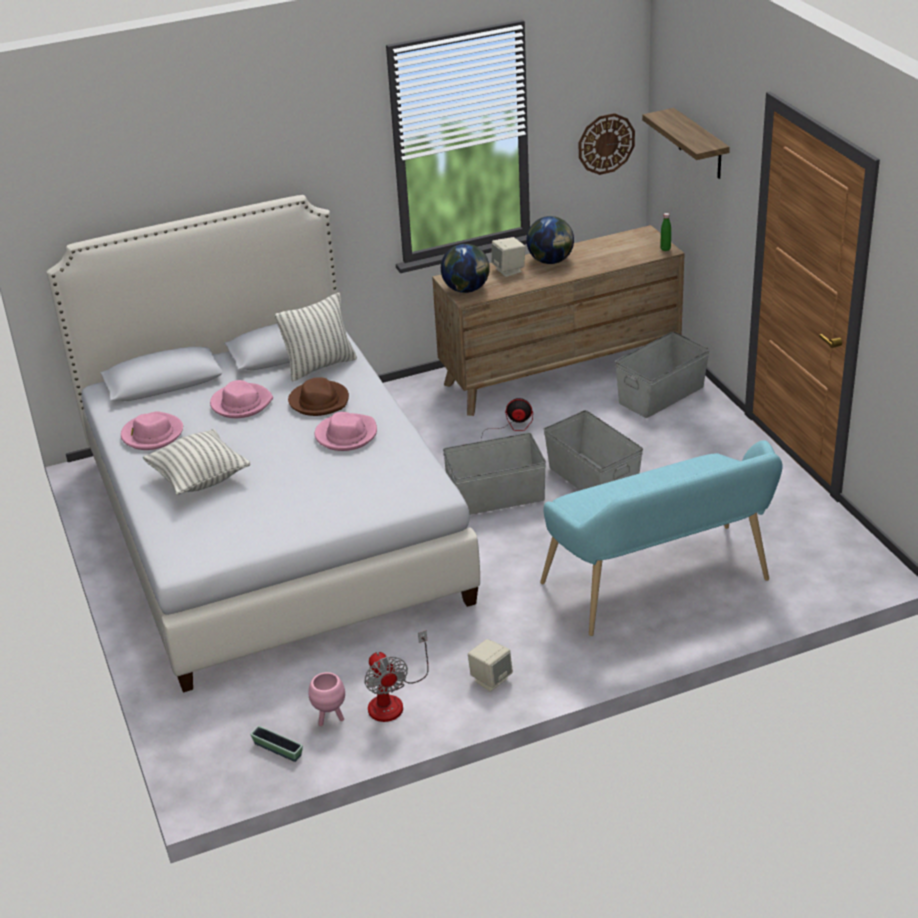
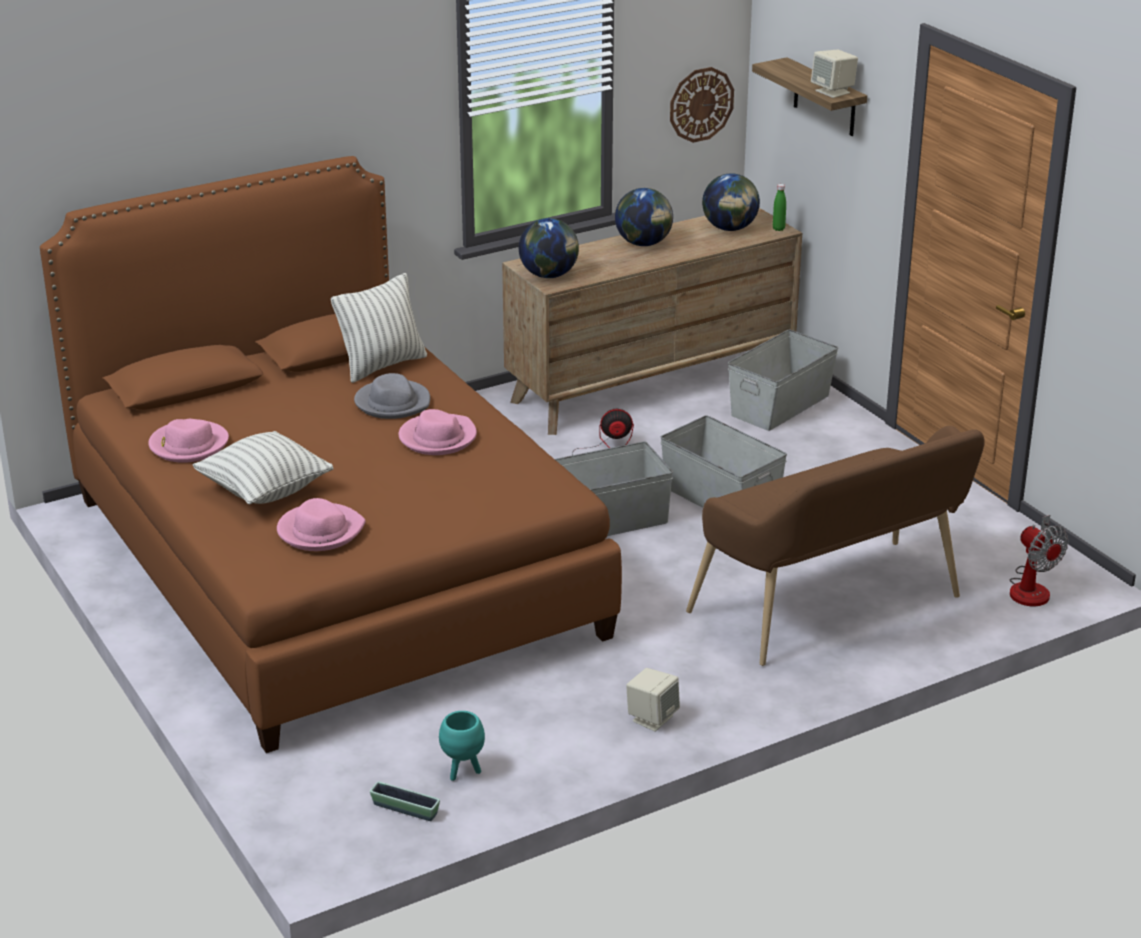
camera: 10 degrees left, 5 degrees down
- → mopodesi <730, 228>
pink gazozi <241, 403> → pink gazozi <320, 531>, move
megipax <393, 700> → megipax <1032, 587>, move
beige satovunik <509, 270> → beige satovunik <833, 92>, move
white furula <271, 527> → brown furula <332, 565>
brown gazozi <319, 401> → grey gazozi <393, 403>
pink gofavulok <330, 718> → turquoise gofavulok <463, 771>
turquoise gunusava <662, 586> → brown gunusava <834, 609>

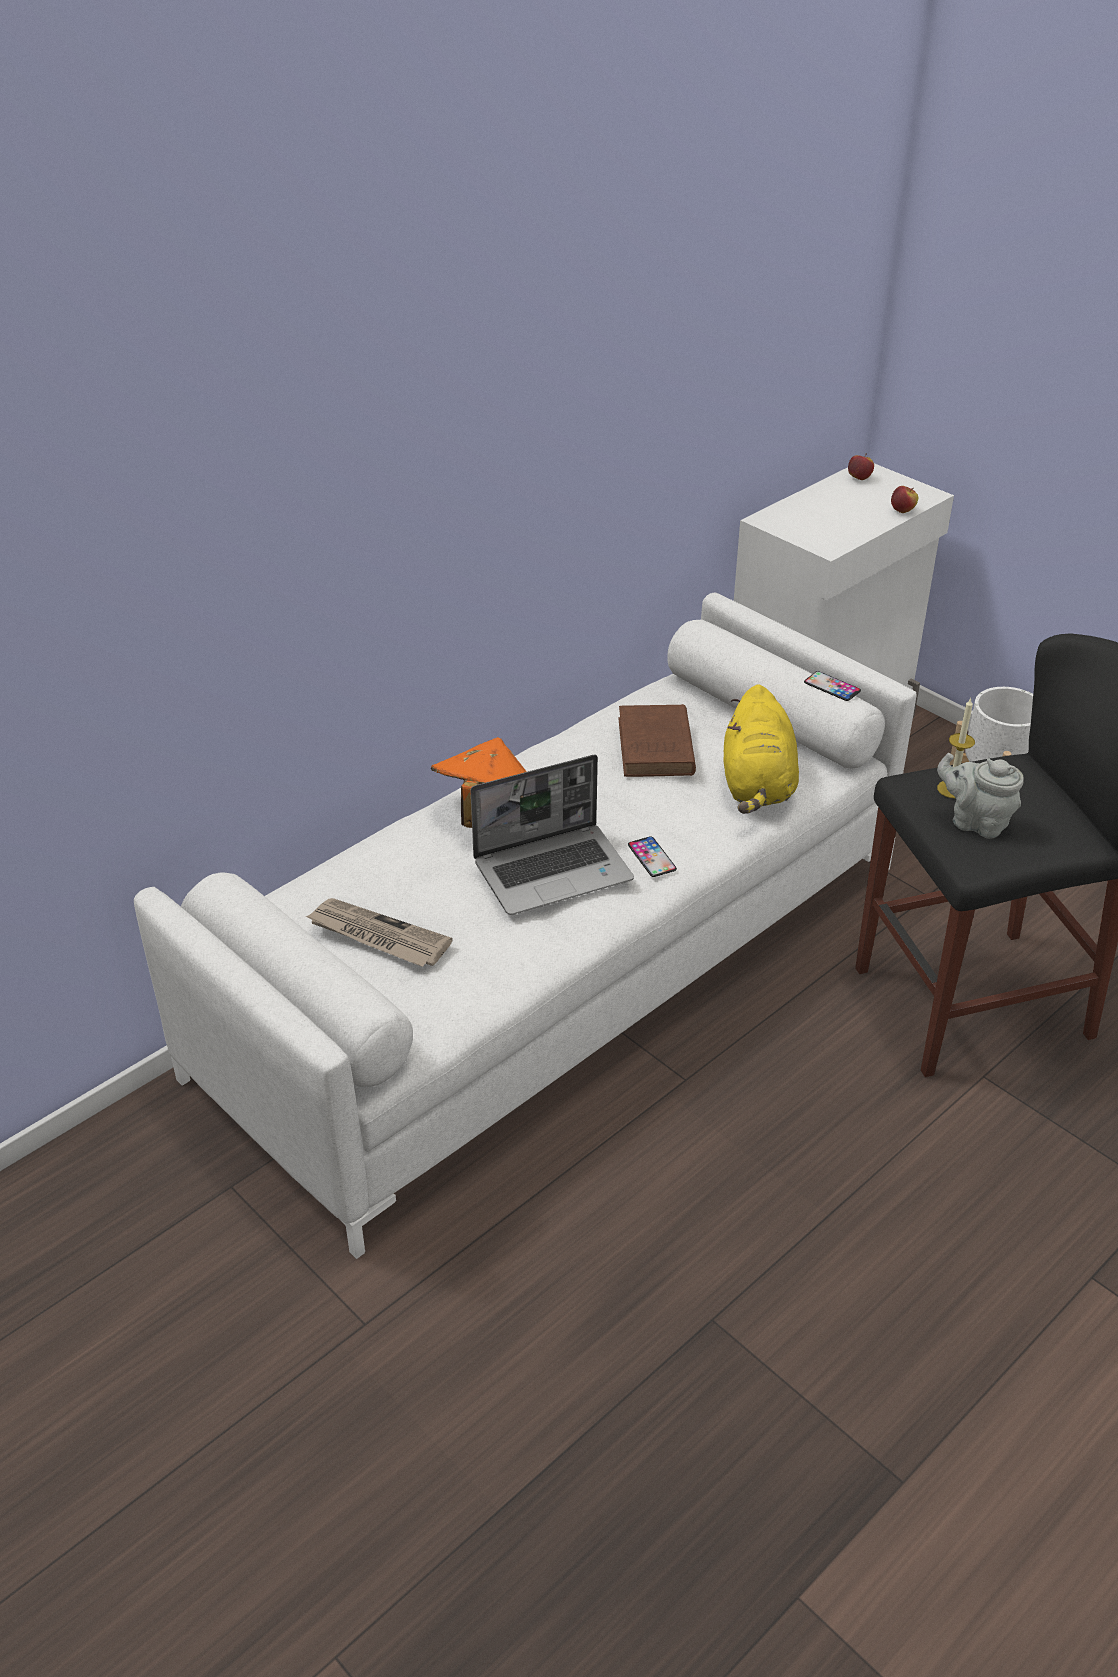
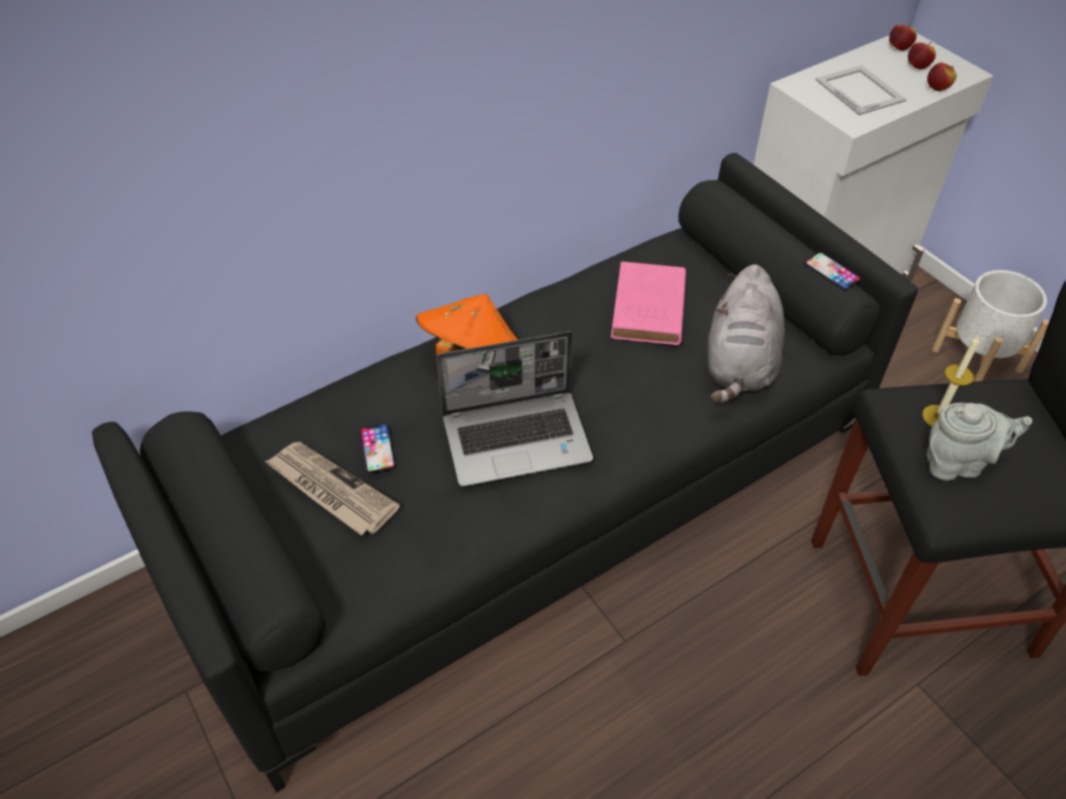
camera: 10 degrees right, 10 degrees up
- → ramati <860, 89>
- → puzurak <917, 67>
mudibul <651, 857> → mudibul <377, 448>, move
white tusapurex <559, 967> → black tusapurex <533, 499>
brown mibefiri <656, 748> → pink mibefiri <648, 310>
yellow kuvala <757, 786> → grey kuvala <740, 364>
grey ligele <975, 822> → grey ligele <957, 463>, 135 degrees clockwise

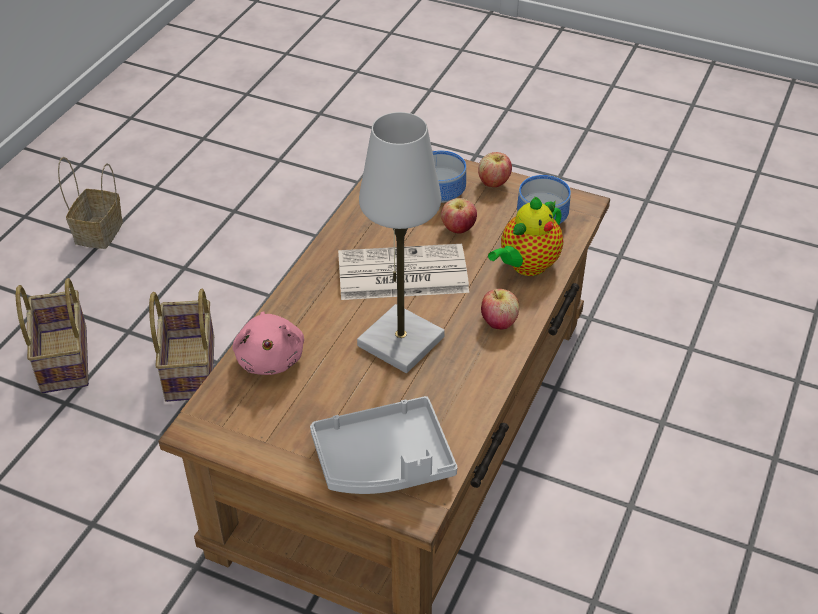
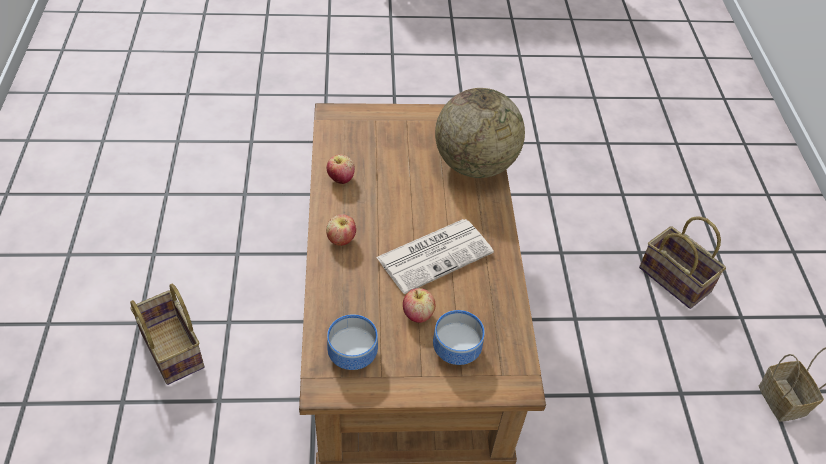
camera: 150 degrees right, 5 degrees up
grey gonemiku <384, 461> → -
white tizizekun <401, 342> → -
ligele <526, 266> → -
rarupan <188, 367> → rarupan <174, 350>, move
puzurak <494, 183> → puzurak <341, 179>, move
pink kuvala <270, 358> → mopodesi <475, 165>

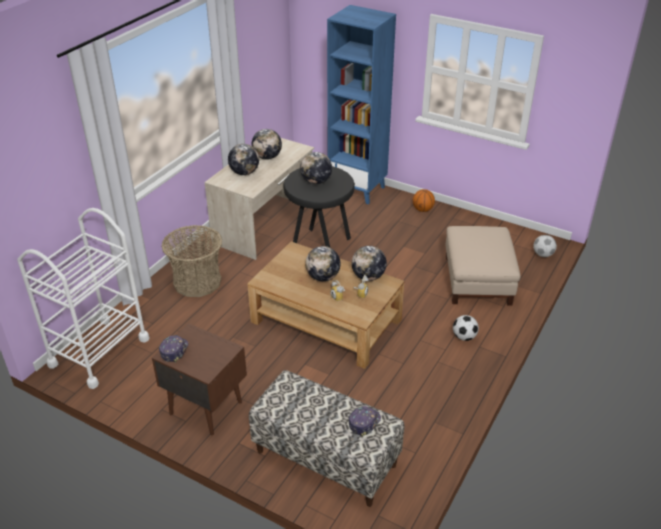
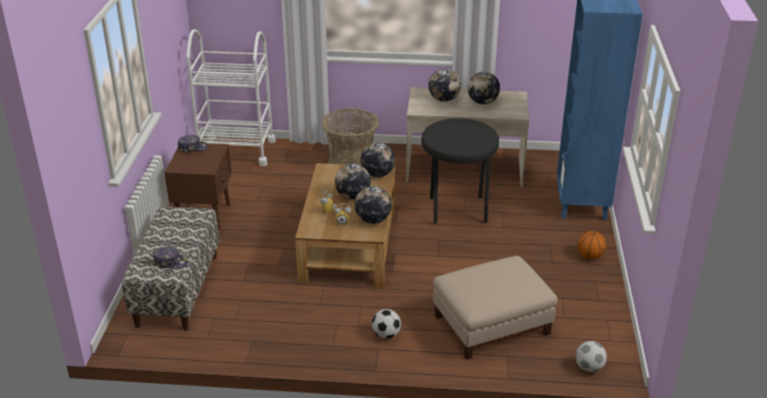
camera: 65 degrees right, 5 degrees down
mopodesi <316, 181> → mopodesi <377, 174>, move

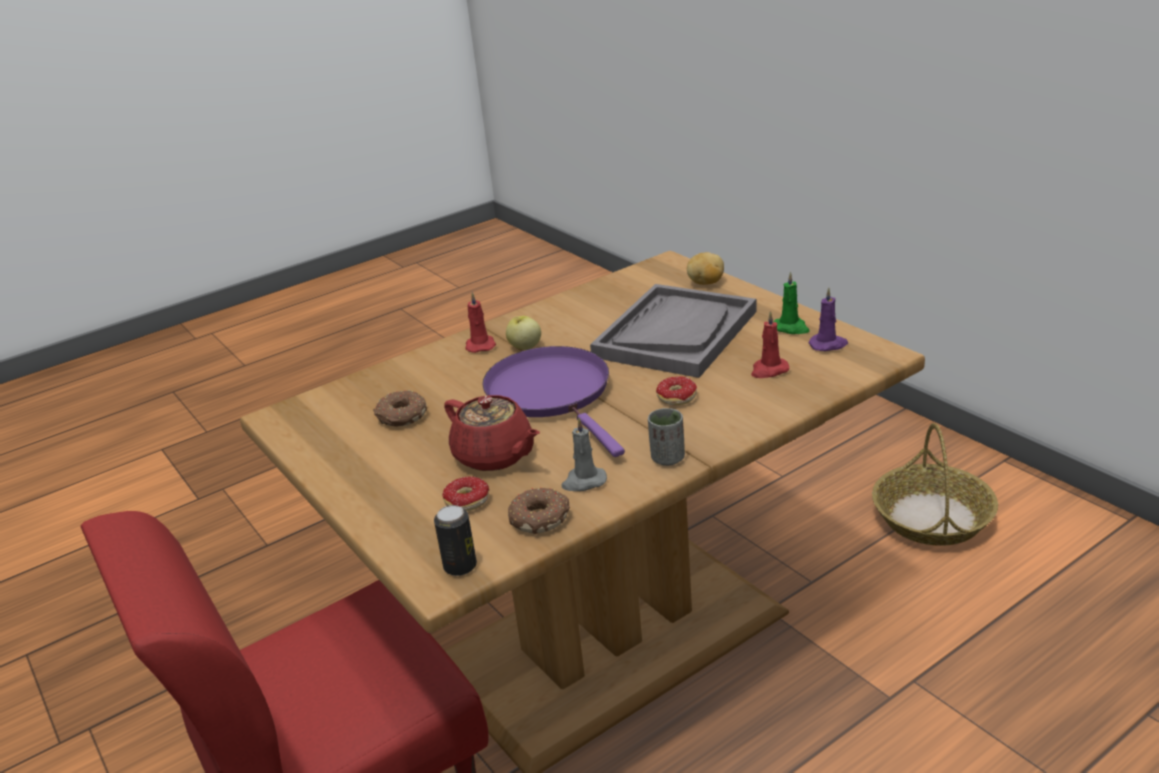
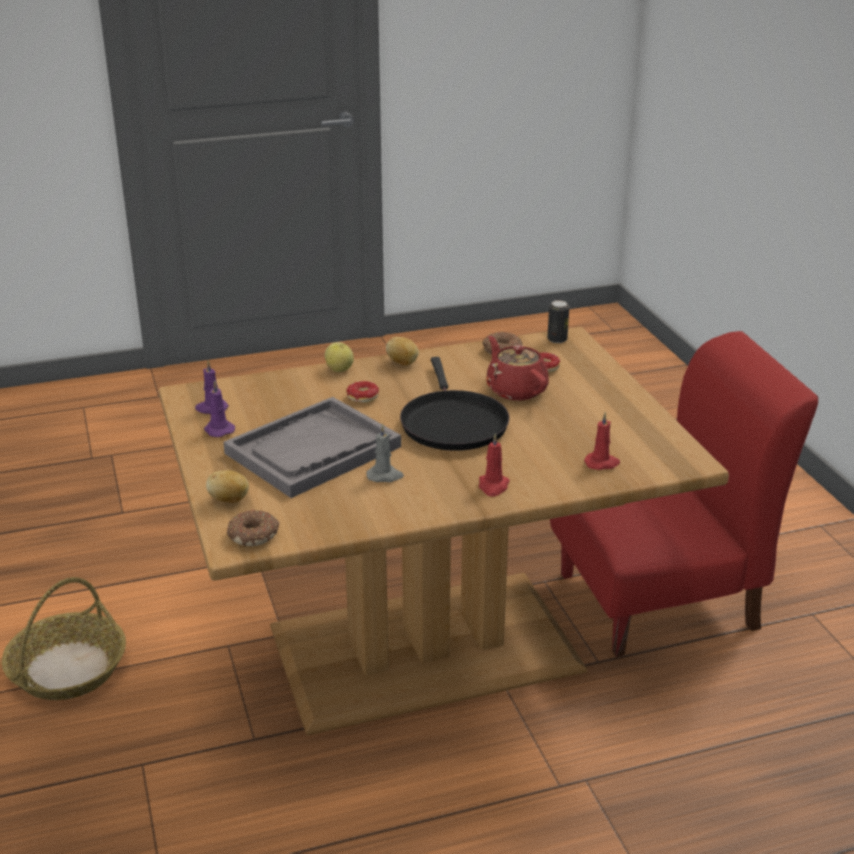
camera: 165 degrees left, 0 degrees up
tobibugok <401, 417> → tobibugok <254, 534>, move
puzurak <525, 347> → puzurak <339, 369>, move
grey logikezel <583, 481> → grey logikezel <385, 476>, move
red logikezel <769, 370> → red logikezel <602, 463>, move
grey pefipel <667, 458> → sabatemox <402, 363>
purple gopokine <552, 394> → black gopokine <452, 423>
green logikezel <791, 328> → purple logikezel <218, 430>

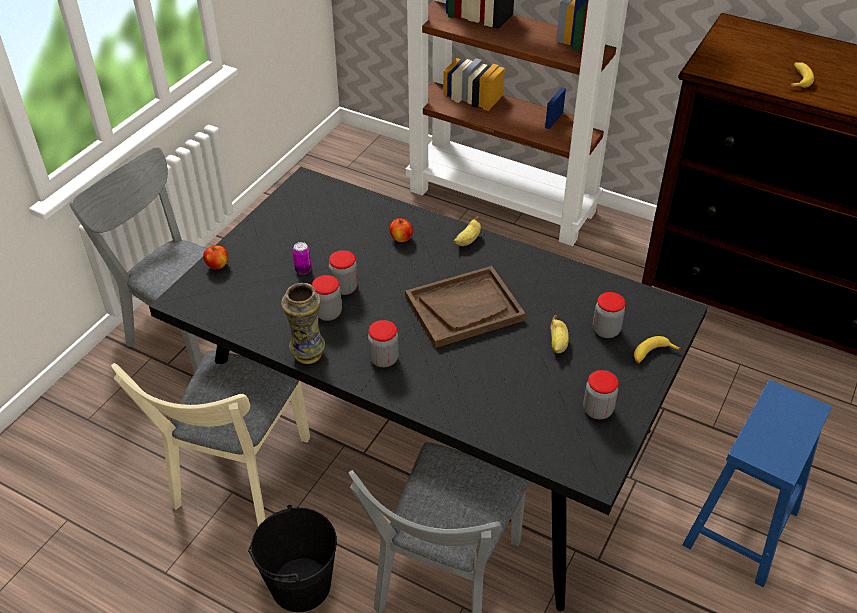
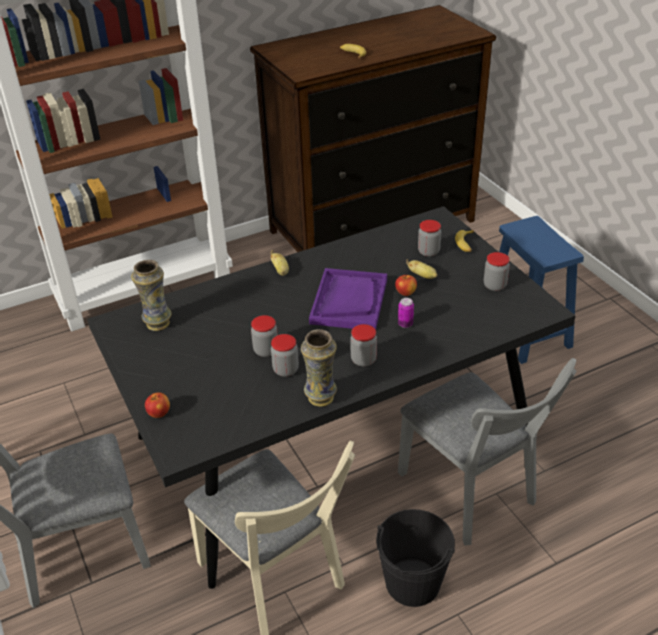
camera: 55 degrees left, 5 degrees down
- → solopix <157, 323>
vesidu <303, 270> → vesidu <405, 324>, move
puzurak <401, 238> → puzurak <406, 293>, move
brown gonemiku <464, 308> → purple gonemiku <349, 301>

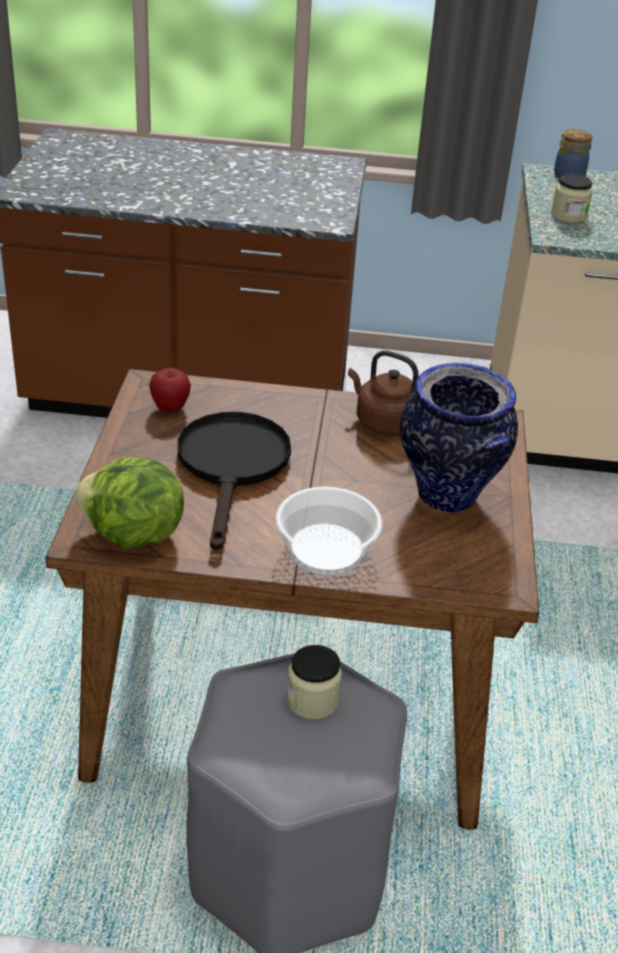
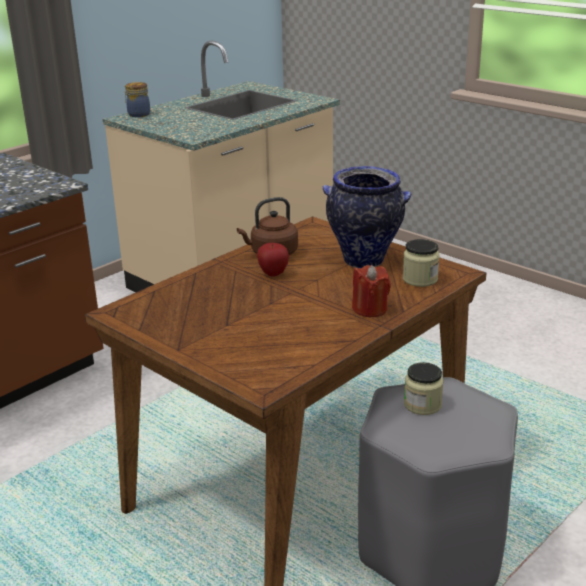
camera: 50 degrees left, 10 degrees down
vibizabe <132, 536> → -
black gopokine <233, 467> → -
puzurak <170, 408> → puzurak <273, 274>, move
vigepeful <568, 216> → vigepeful <420, 279>, move
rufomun <325, 549> → red logikezel <370, 309>

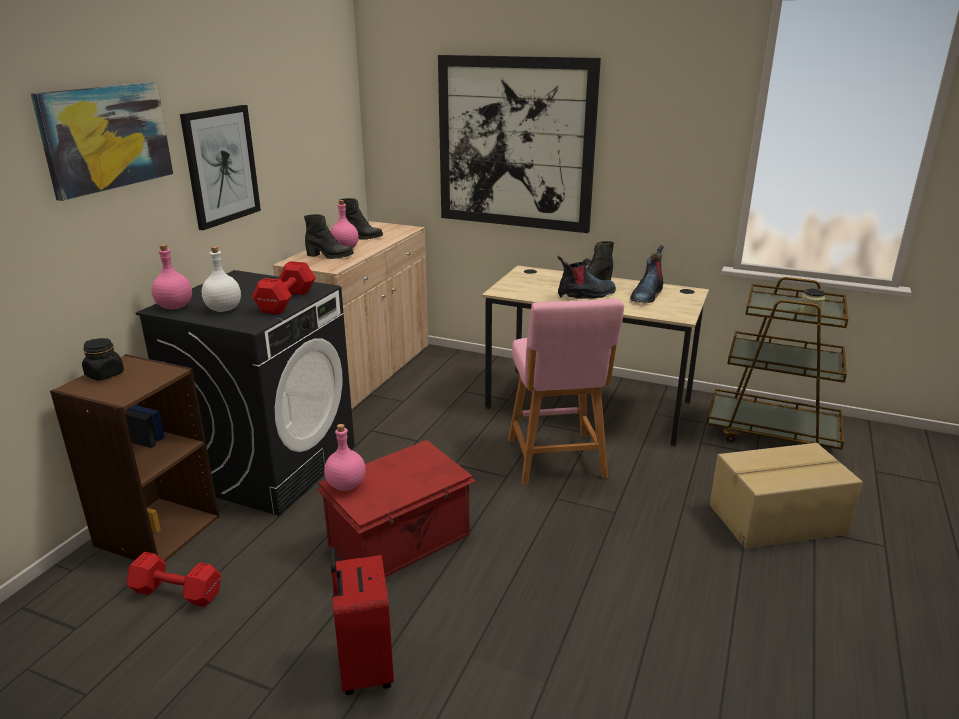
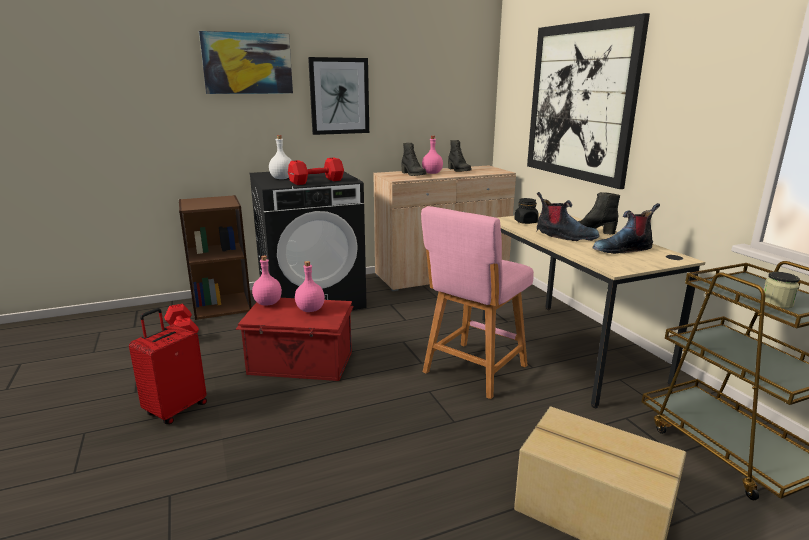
camera: 45 degrees right, 5 degrees down
black vigepeful <105, 374> → black vigepeful <526, 222>, move
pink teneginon <174, 307> → pink teneginon <309, 310>, move

